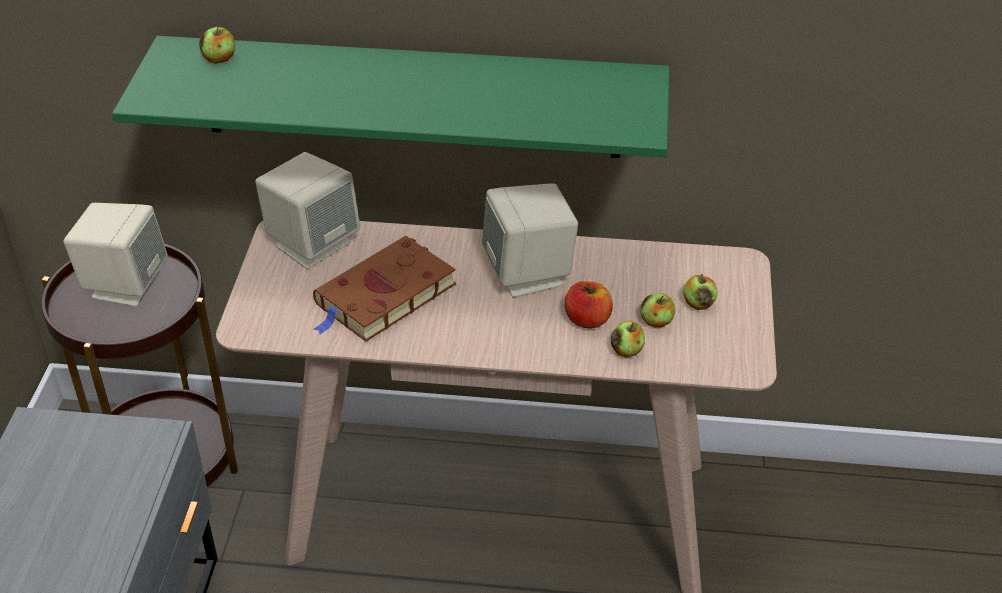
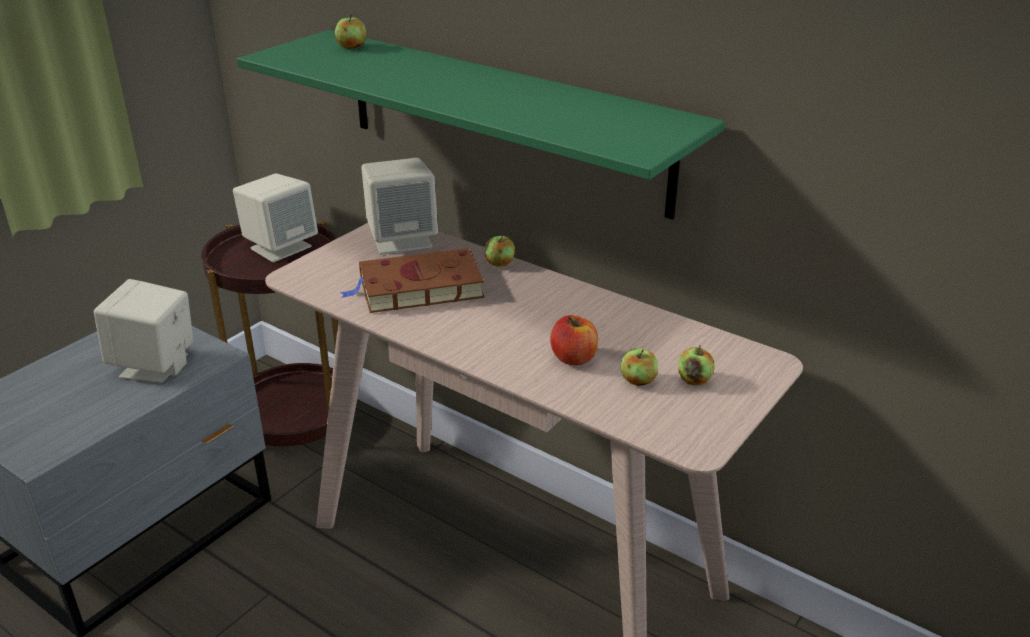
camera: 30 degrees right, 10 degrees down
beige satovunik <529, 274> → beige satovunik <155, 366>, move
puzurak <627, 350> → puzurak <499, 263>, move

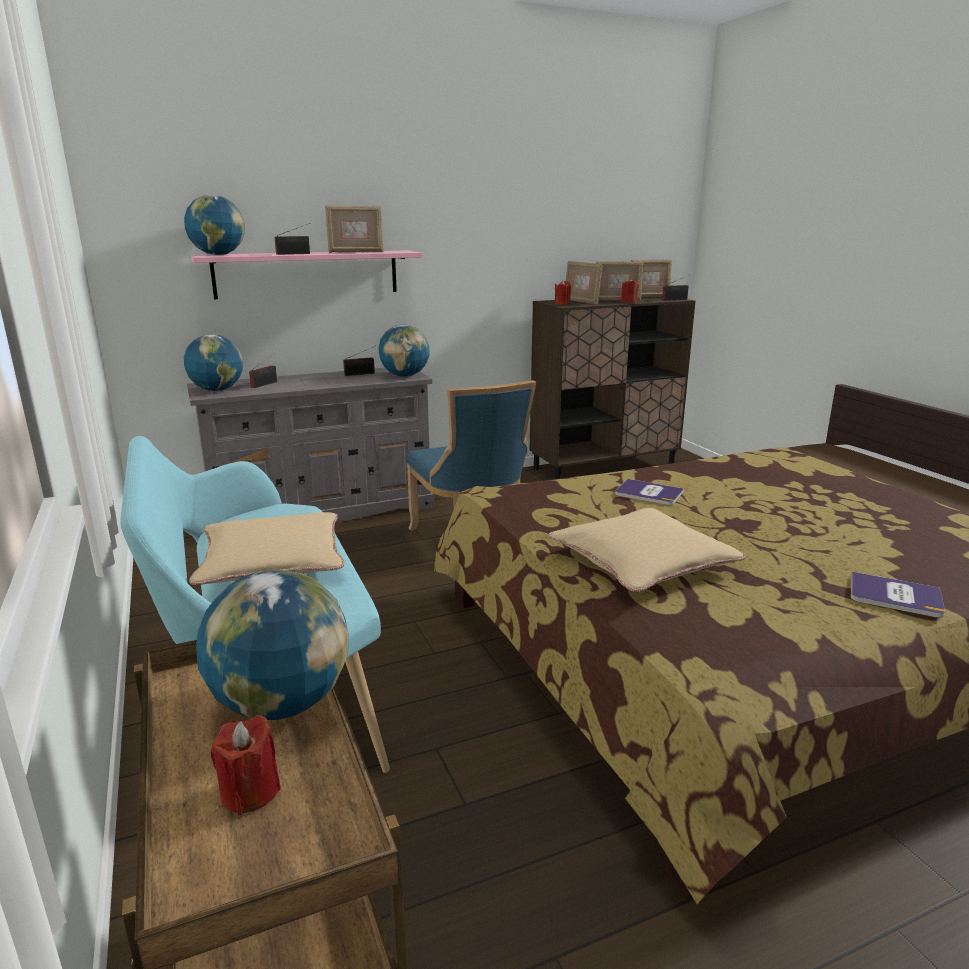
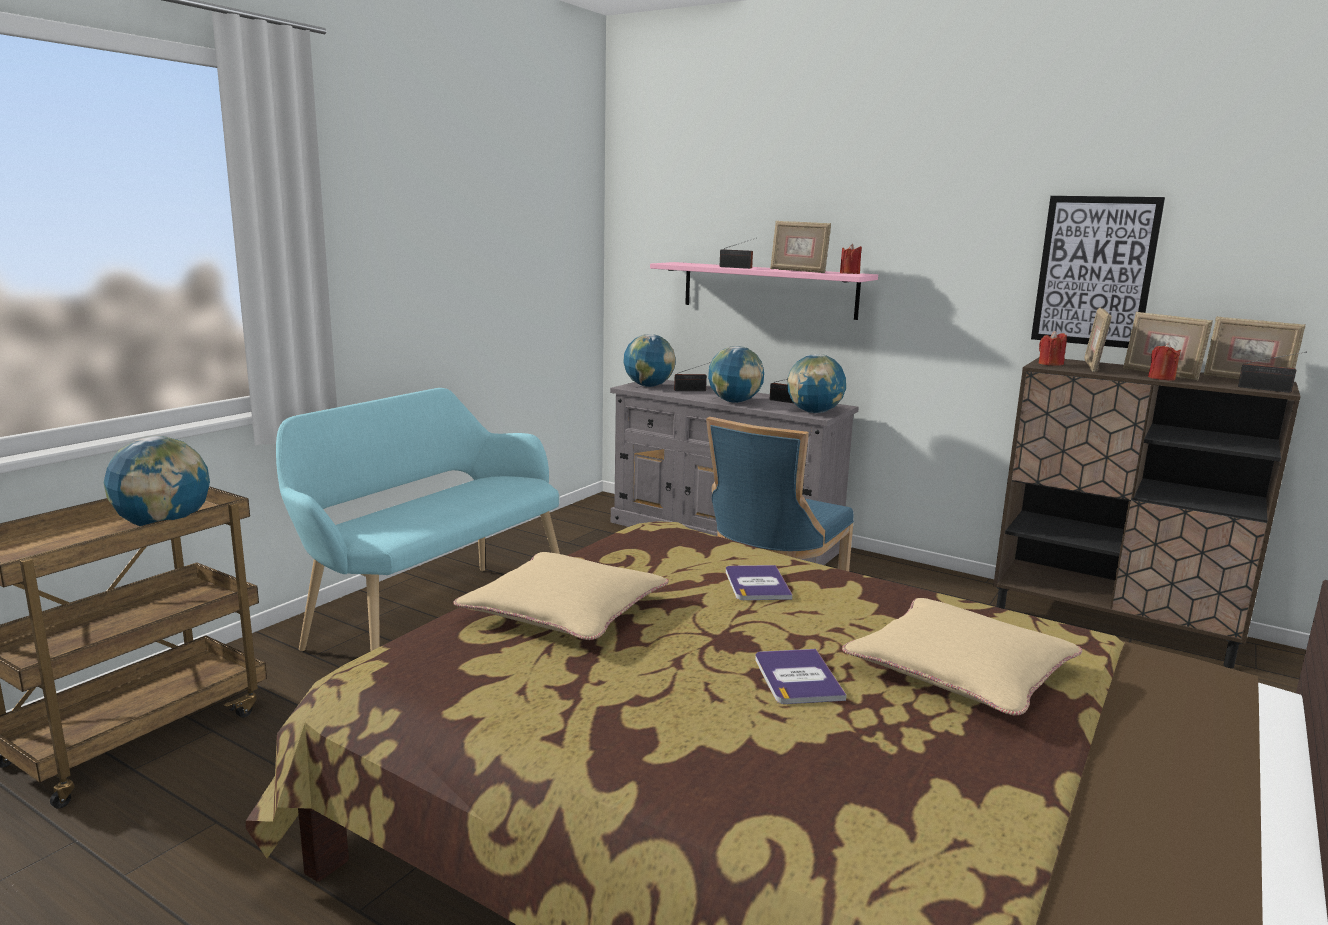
camera: 55 degrees right, 5 degrees down
- → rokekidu <1095, 271>
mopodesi <218, 255> → mopodesi <734, 401>, move
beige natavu <272, 561> → beige natavu <960, 669>, move
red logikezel <250, 792> → red logikezel <849, 273>, move
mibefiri <895, 596> → mibefiri <797, 678>, move

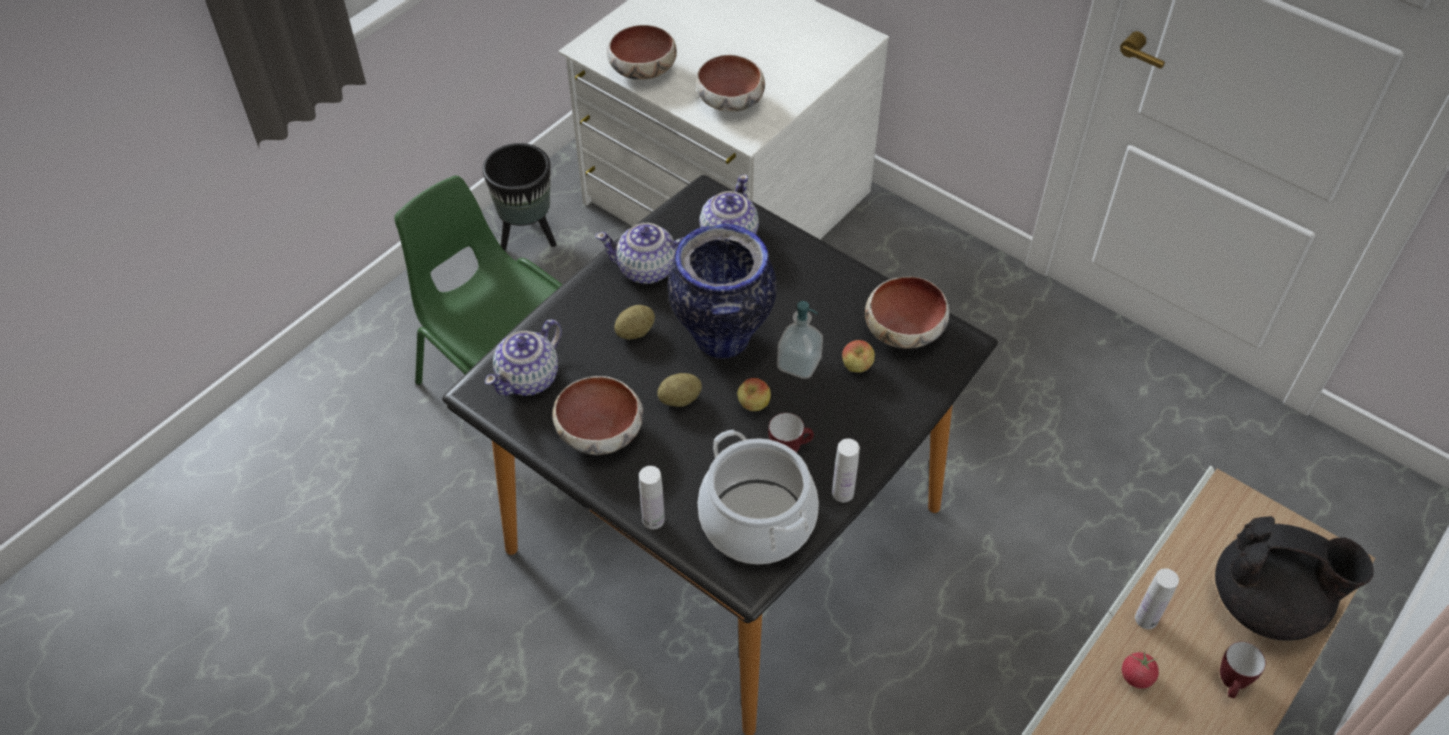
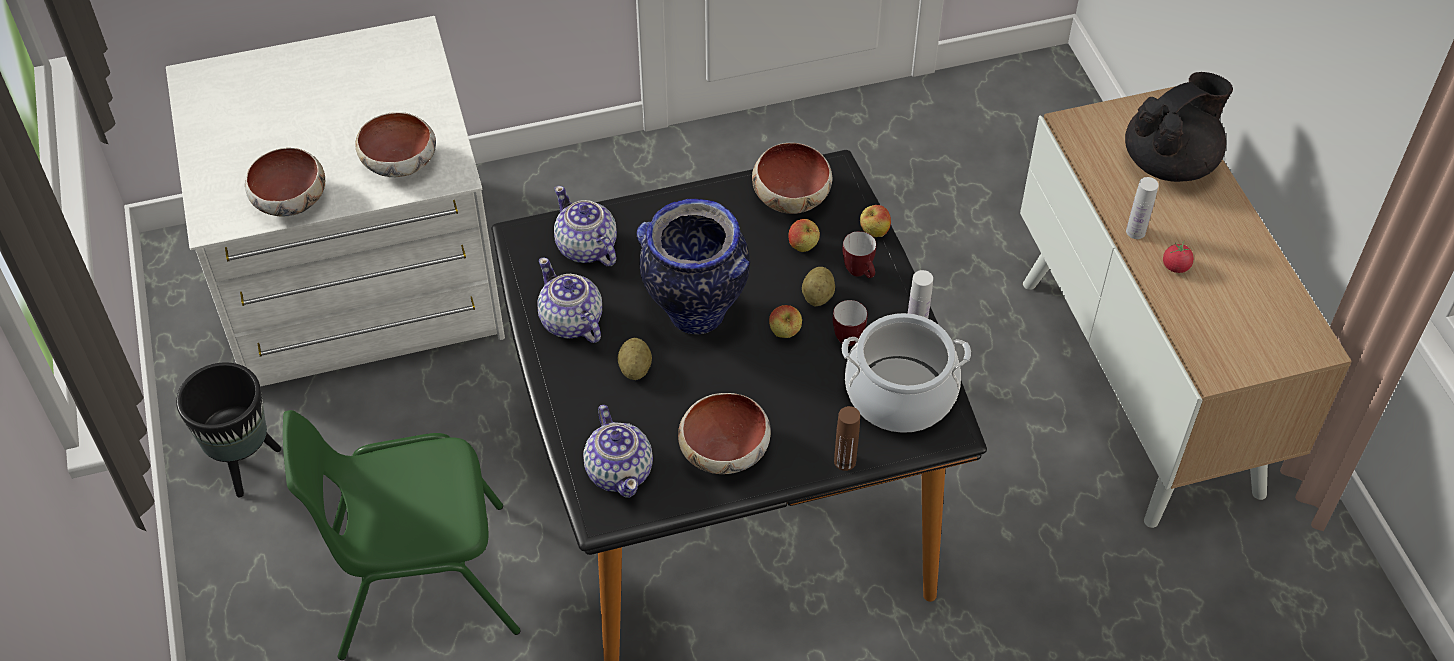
camera: 55 degrees left, 0 degrees up
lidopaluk <799, 364> → -
- → puzurak <874, 232>
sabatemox <680, 399> → sabatemox <818, 296>, move
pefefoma <1231, 685> → pefefoma <860, 273>, move
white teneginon <653, 519> → brown teneginon <845, 461>
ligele <648, 269> → ligele <571, 322>, 105 degrees clockwise

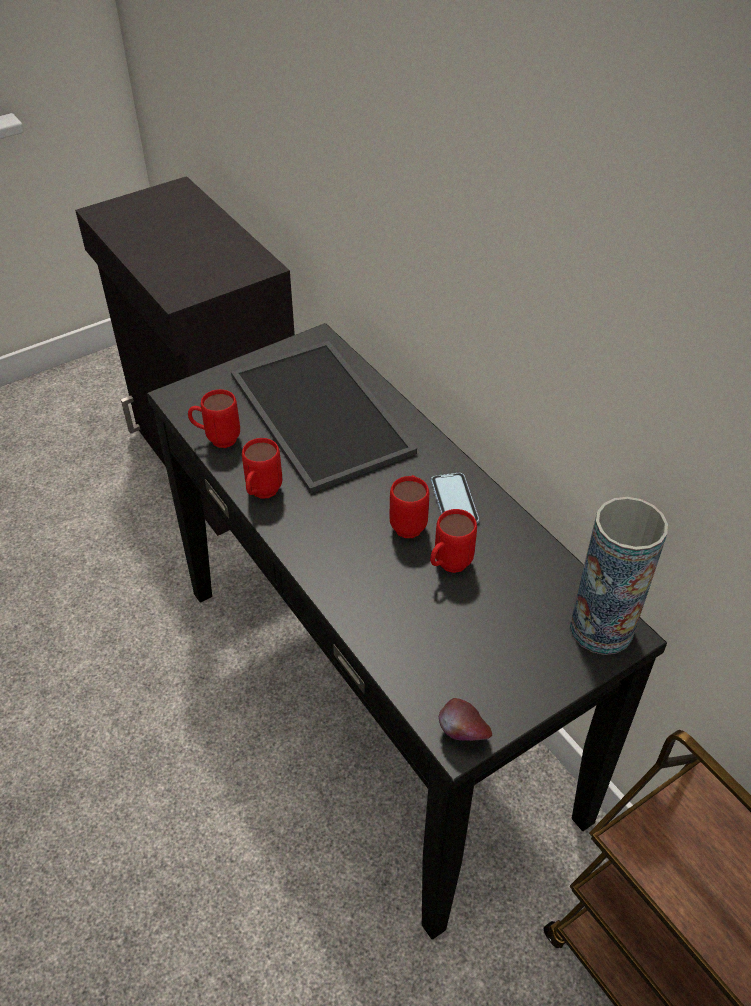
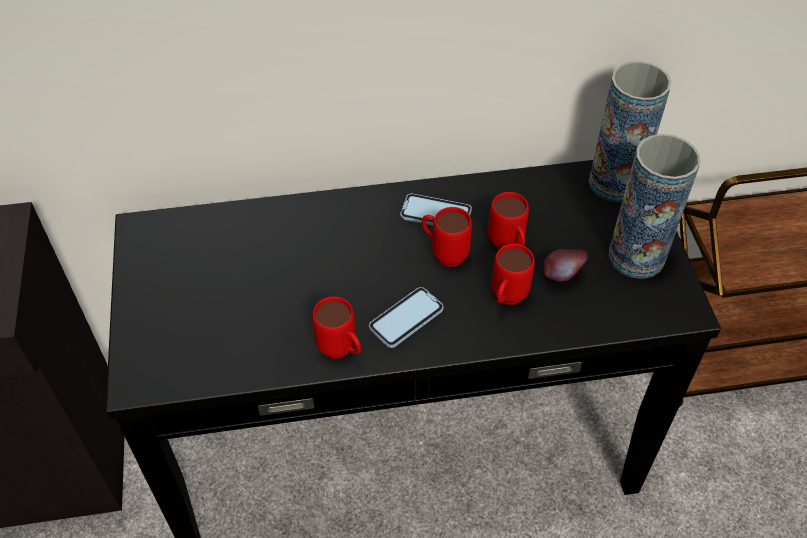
camera: 65 degrees left, 5 degrees up
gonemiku <324, 414> → -
- → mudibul <406, 318>
- → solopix <636, 256>
red pefefoma <217, 439> → red pefefoma <506, 300>, move
puzurak <463, 735> → puzurak <561, 276>, move

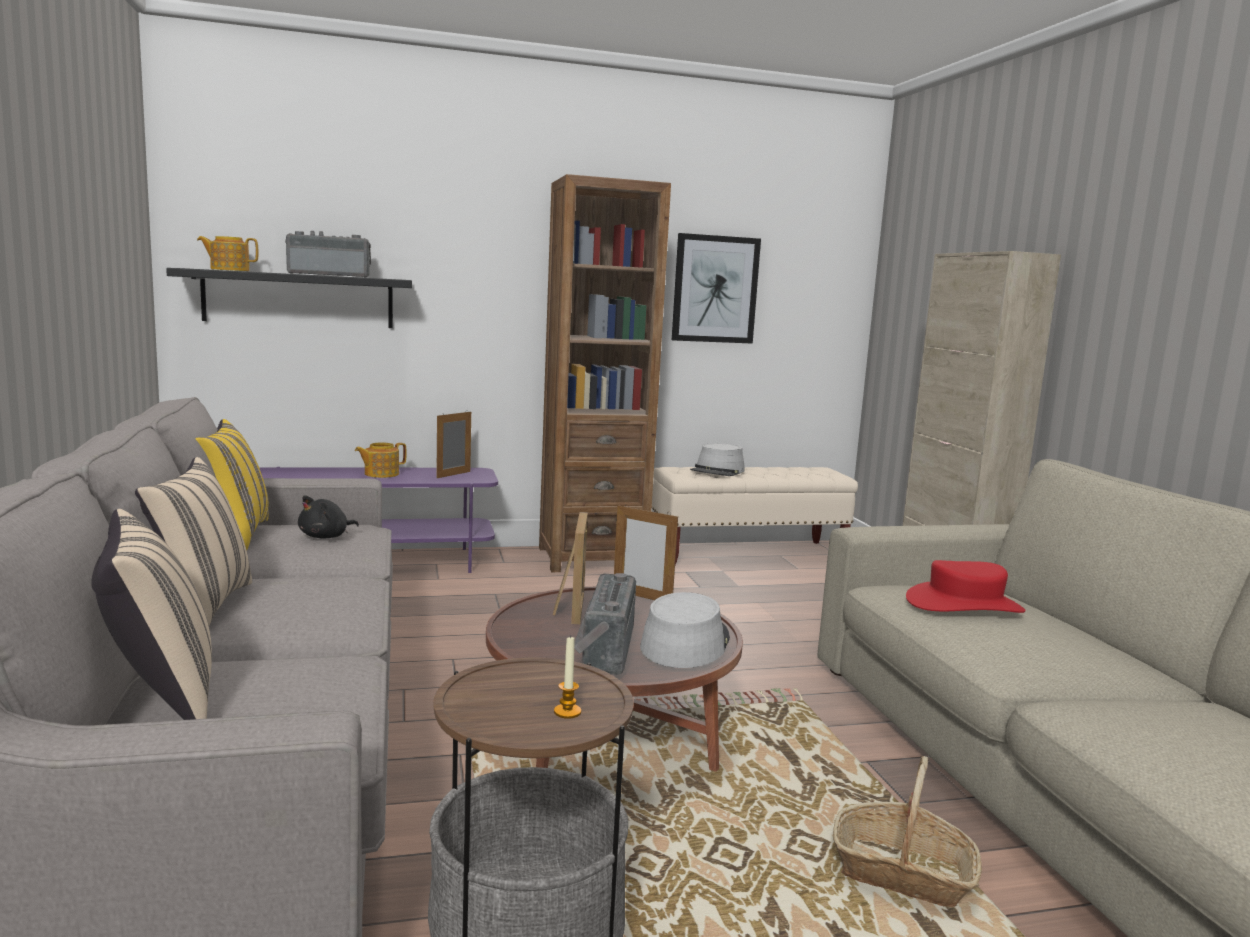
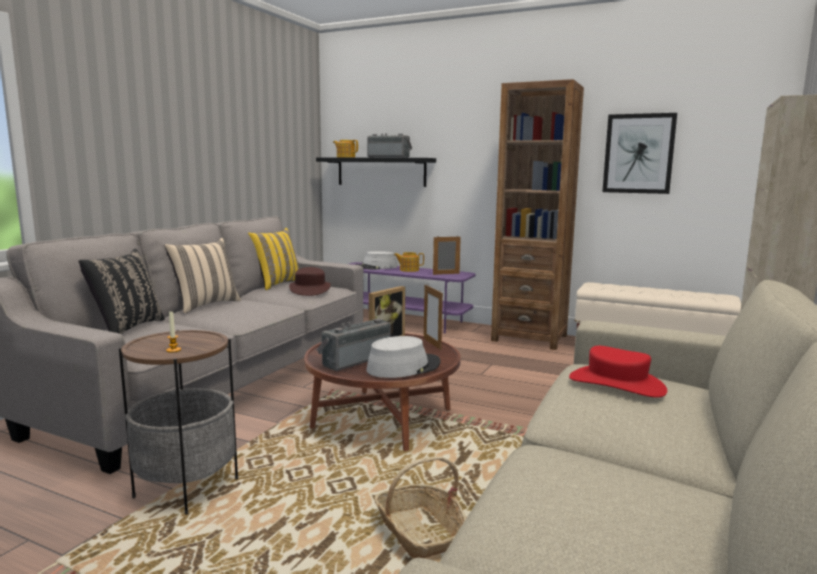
camera: 40 degrees right, 0 degrees up
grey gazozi <718, 471> → grey gazozi <376, 267>, move
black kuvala <326, 537> → brown gazozi <310, 289>
beige natavu <158, 699> → black natavu <126, 329>

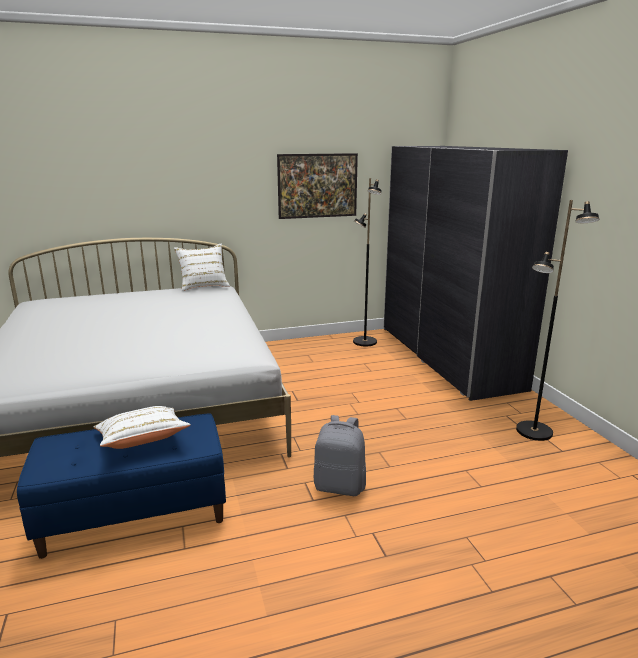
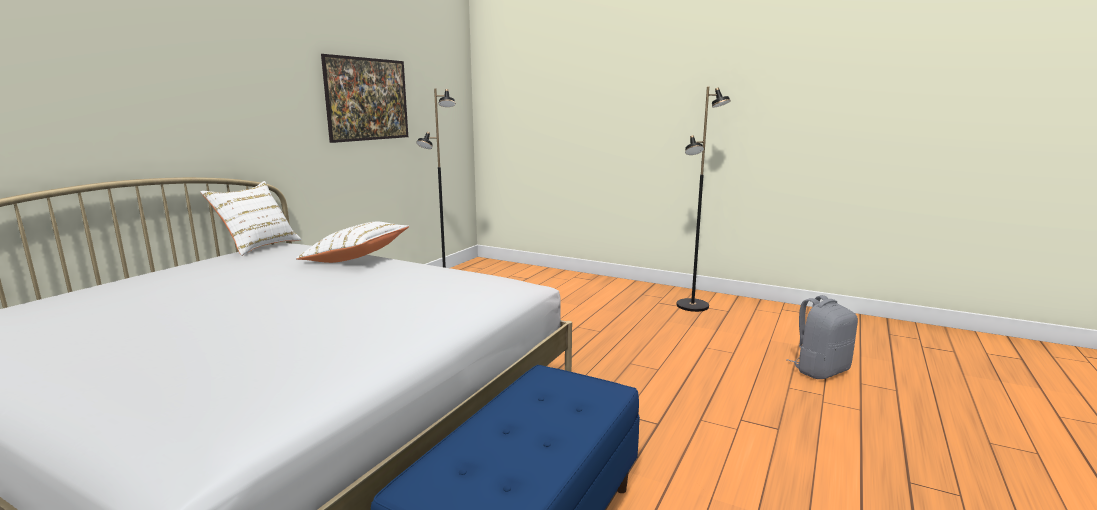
camera: 45 degrees left, 5 degrees down
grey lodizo <447, 356> → -
white natavu <142, 441> → white natavu <356, 258>, move
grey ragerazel <340, 486> → grey ragerazel <820, 370>, move

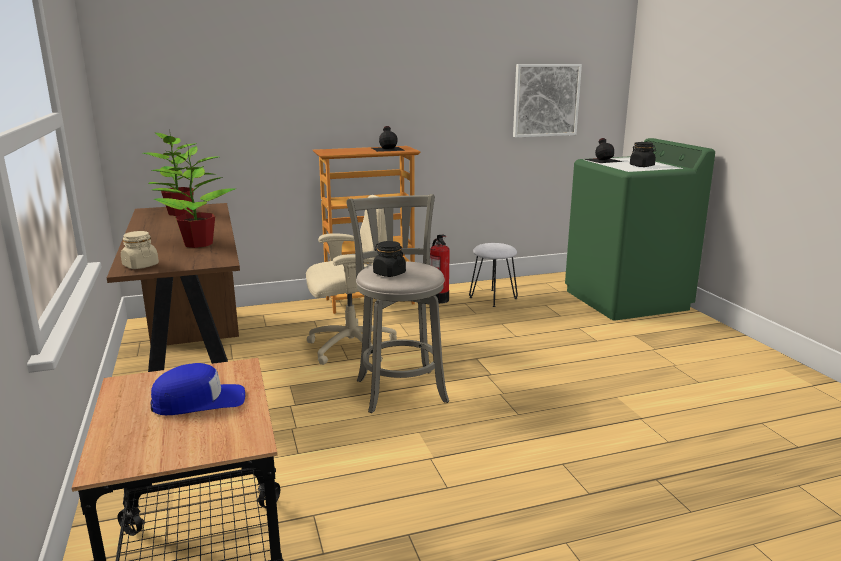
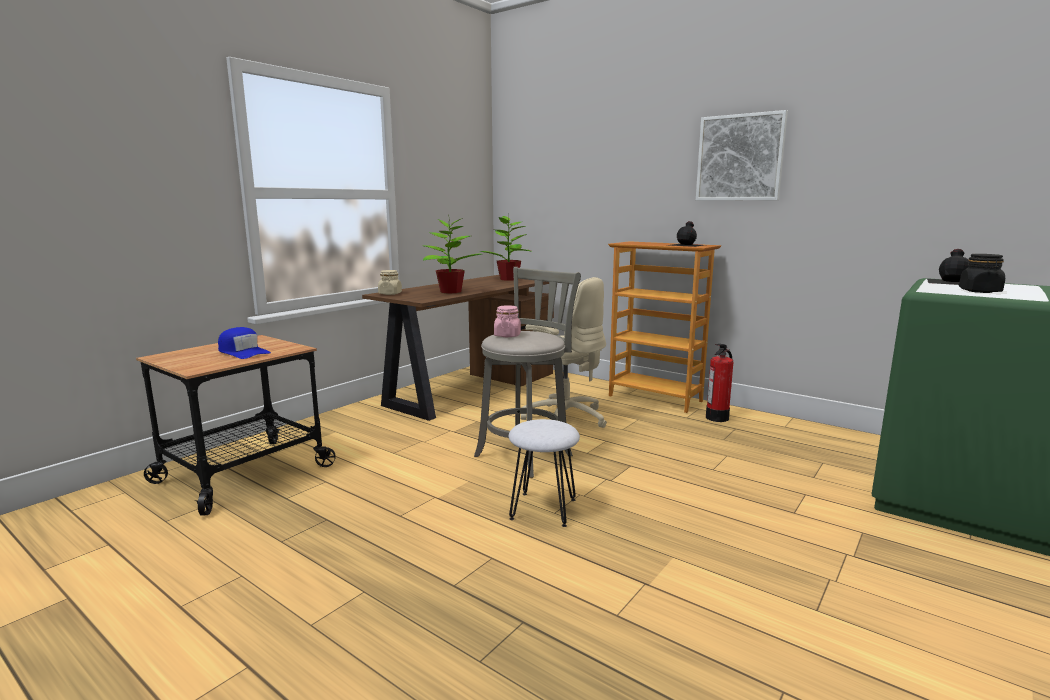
camera: 55 degrees right, 5 degrees down
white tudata <493, 298> → white tudata <543, 509>, move
rokekidu <545, 100> → rokekidu <740, 158>, move
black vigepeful <389, 273> → pink vigepeful <507, 335>

